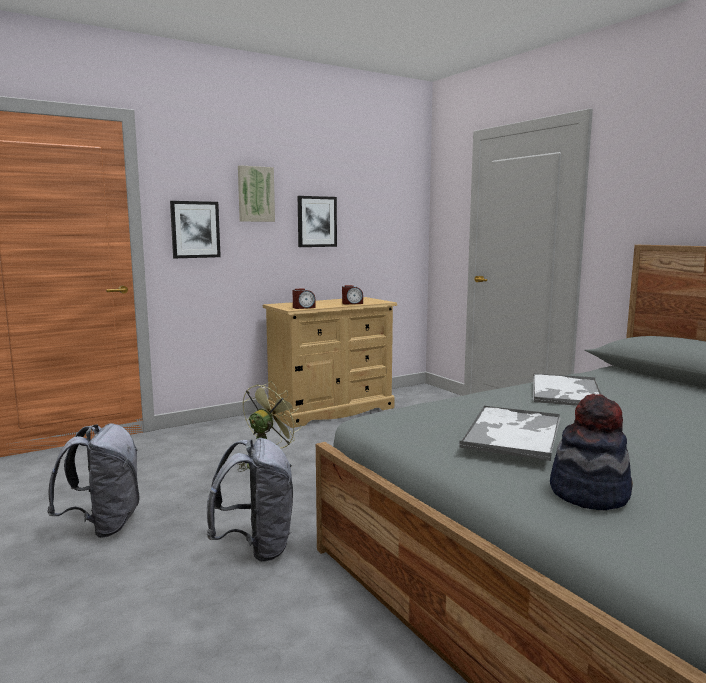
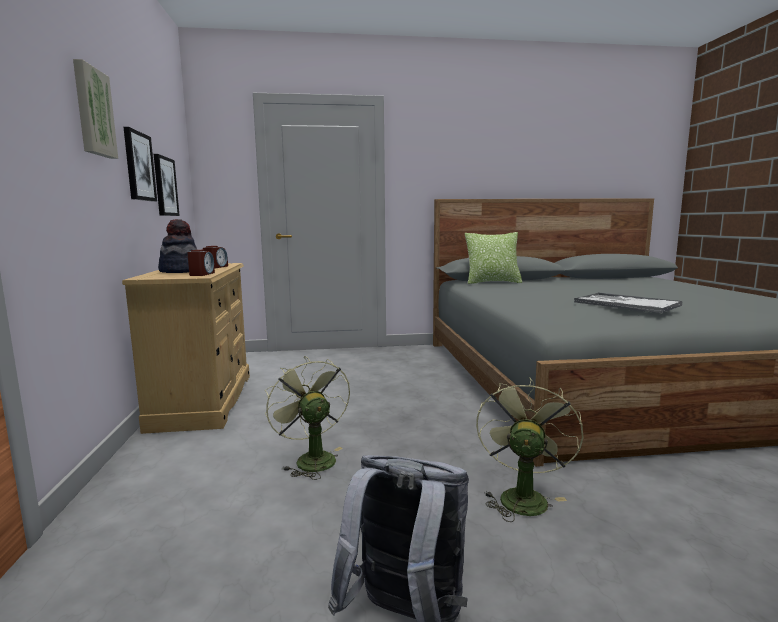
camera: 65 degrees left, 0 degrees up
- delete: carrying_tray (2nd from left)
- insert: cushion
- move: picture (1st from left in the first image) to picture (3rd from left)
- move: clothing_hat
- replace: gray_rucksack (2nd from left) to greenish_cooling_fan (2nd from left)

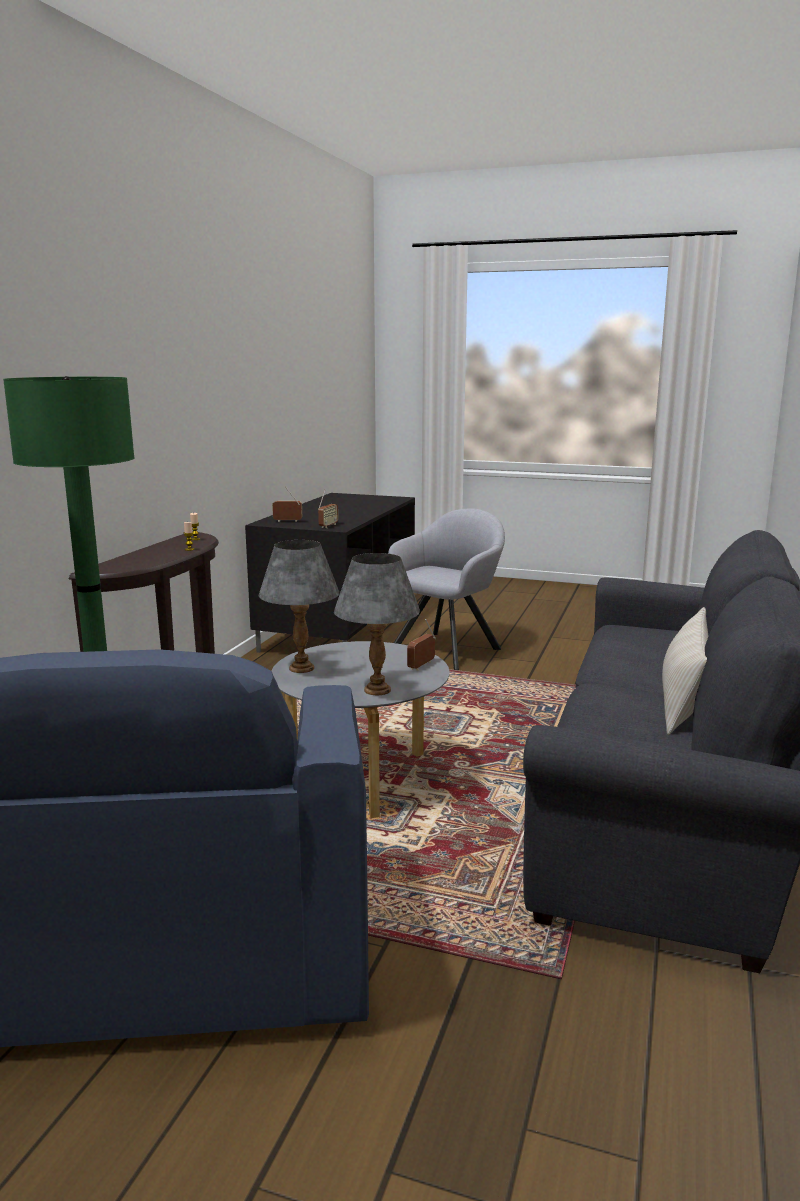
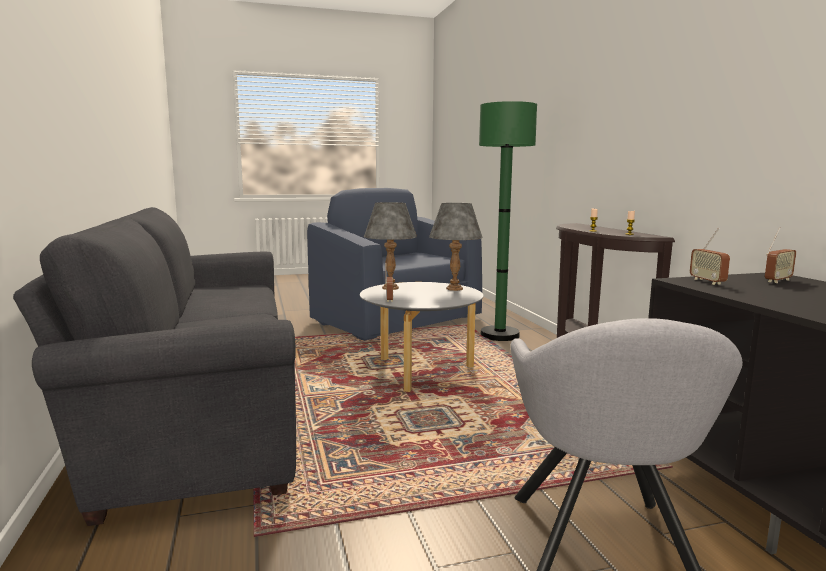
camera: 145 degrees right, 5 degrees down
- delete: beige-coloured_cushion

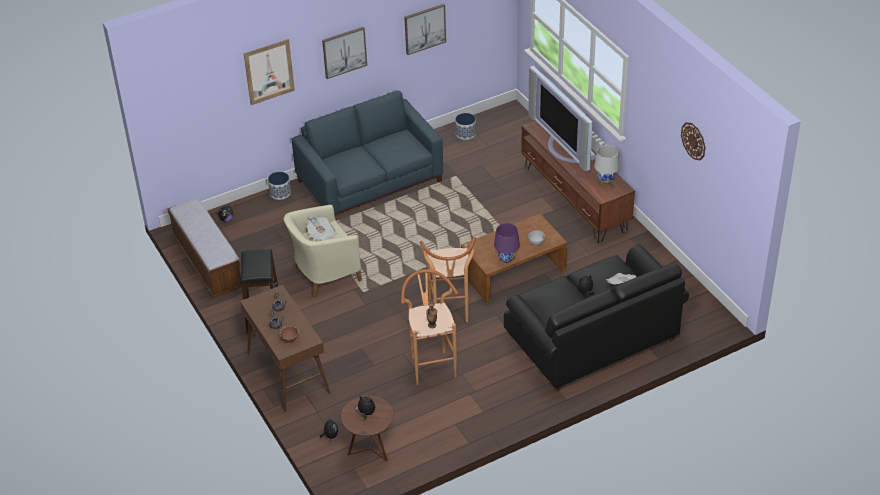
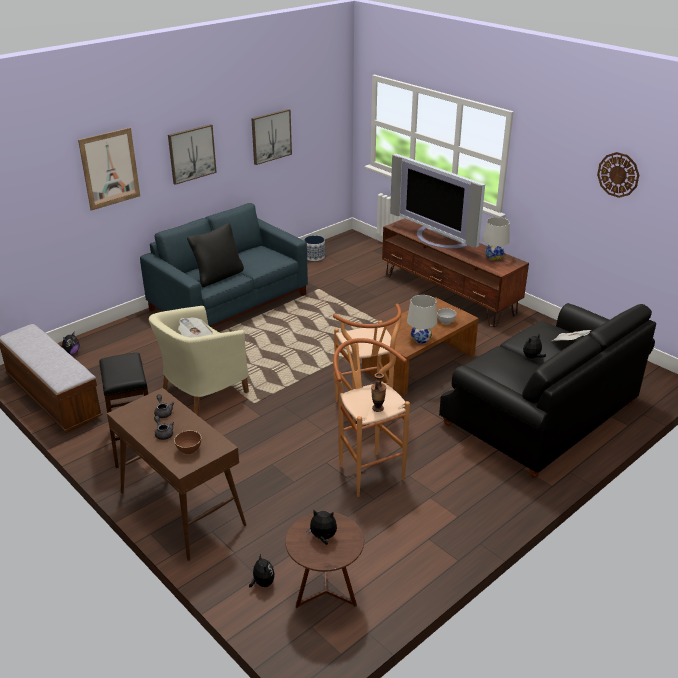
camera: 15 degrees left, 10 degrees down
- delete: planter (1st from left)
- insert: black-coloured_cushion
- recolor: purple-coloured_lamp_for_a_table to white_lamp_for_a_table (1st from left)

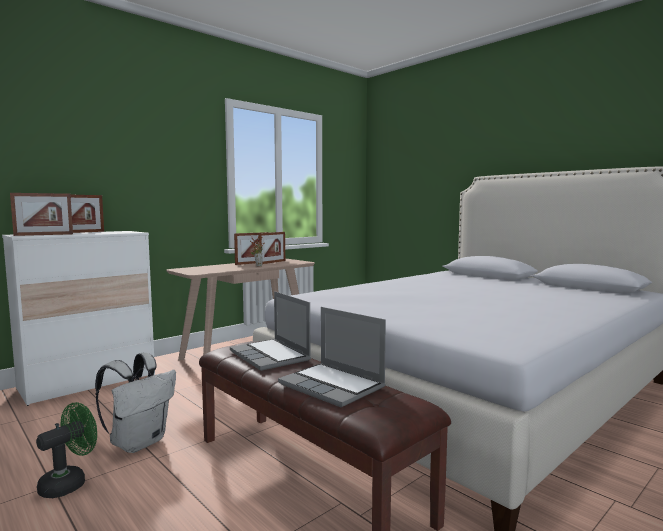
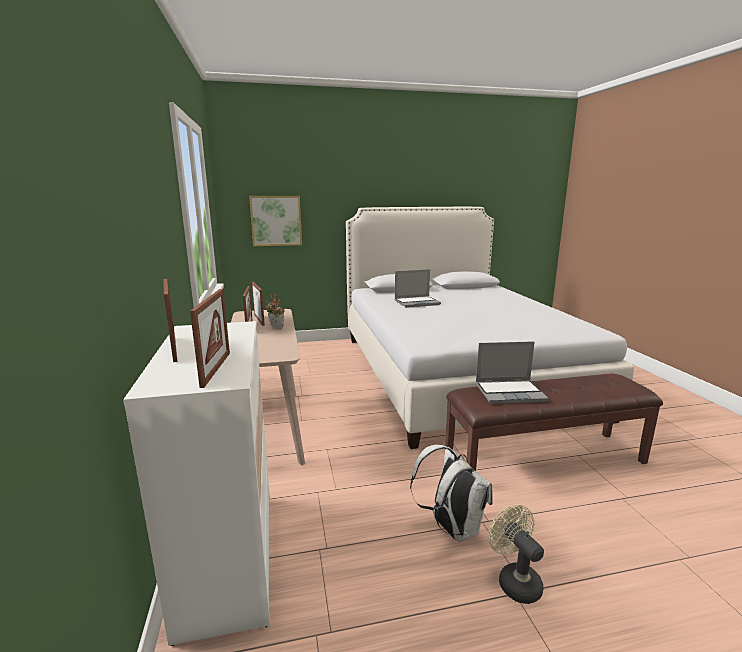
camera: 60 degrees left, 10 degrees up
- insert: picture
- move: laptop (2nd from left in the first image) to laptop (1st from left)
- recolor: greenish_cooling_fan to beige-coloured_cooling_fan

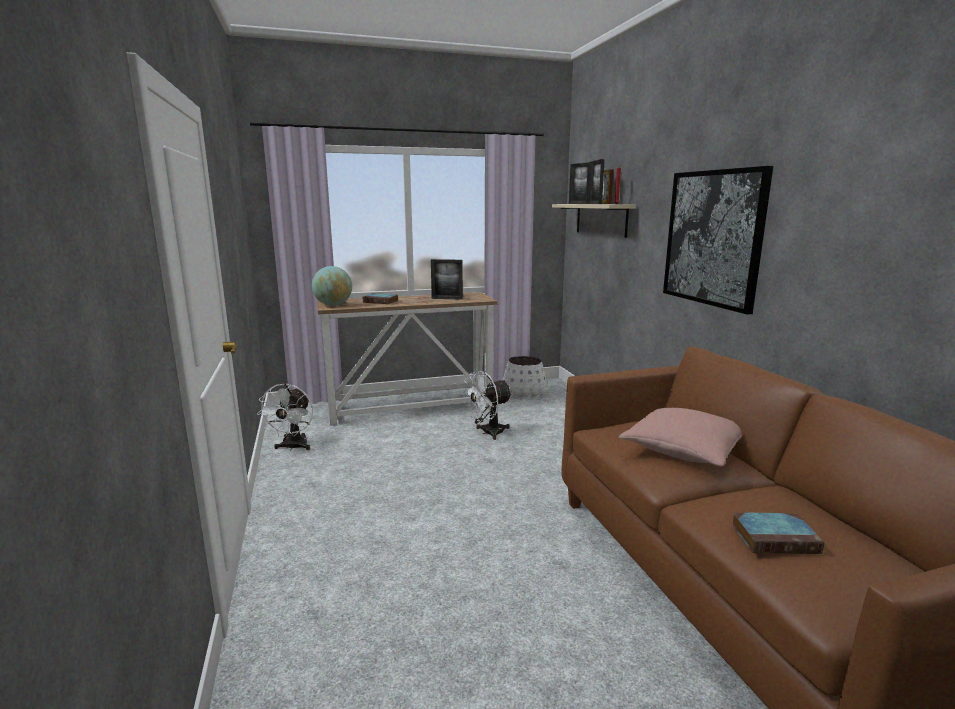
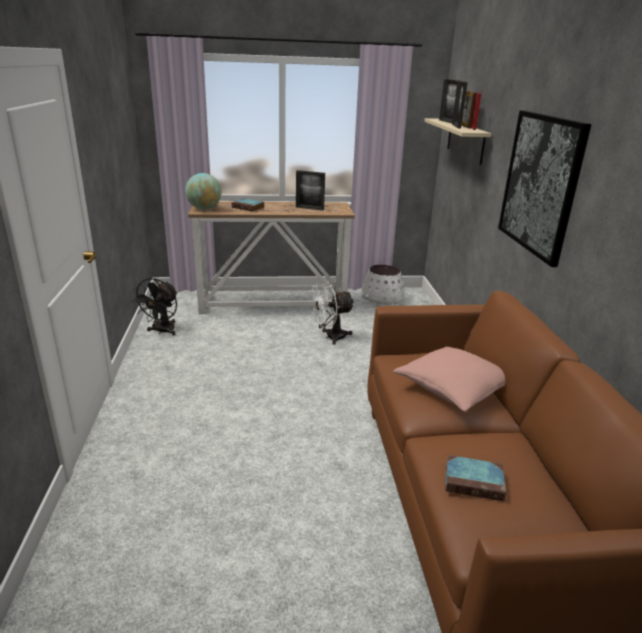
camera: 10 degrees right, 10 degrees up
- recolor: white_cooling_fan (1st from left) to black-coloured_cooling_fan

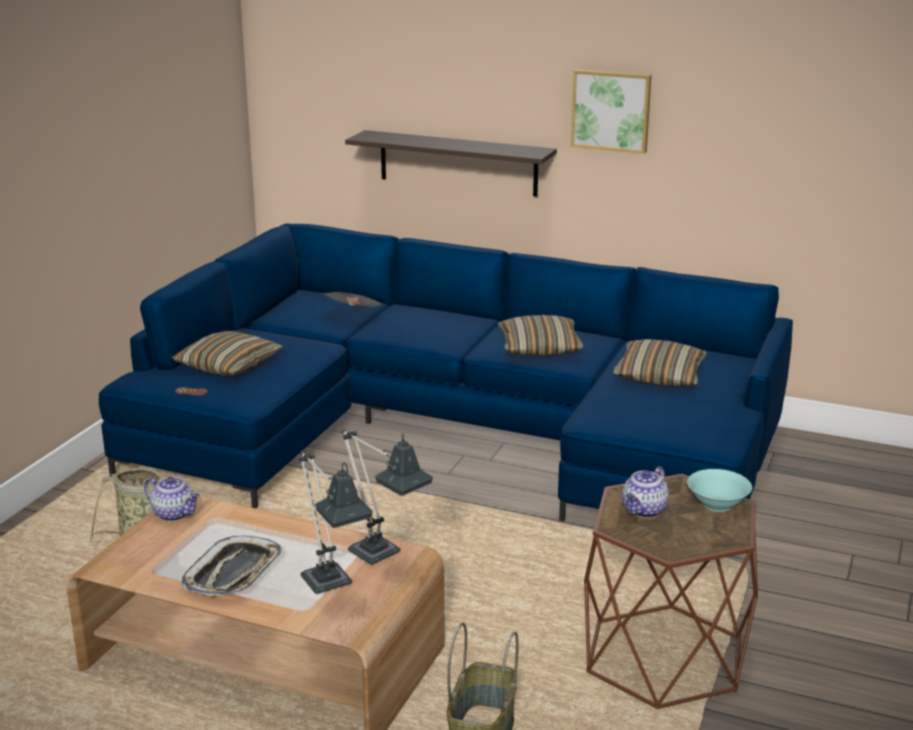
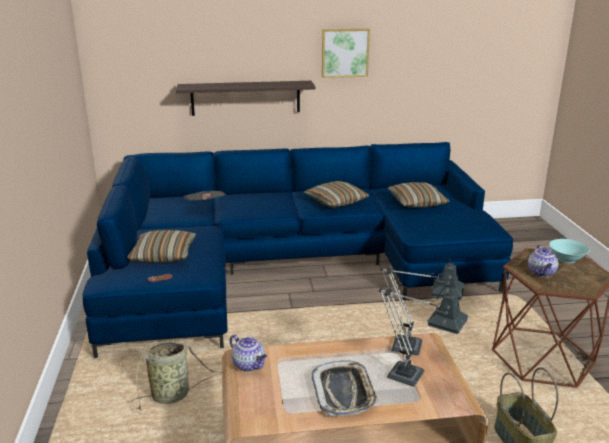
camera: 30 degrees left, 0 degrees up
- rotate: tea_pot (1st from left) 45 degrees clockwise

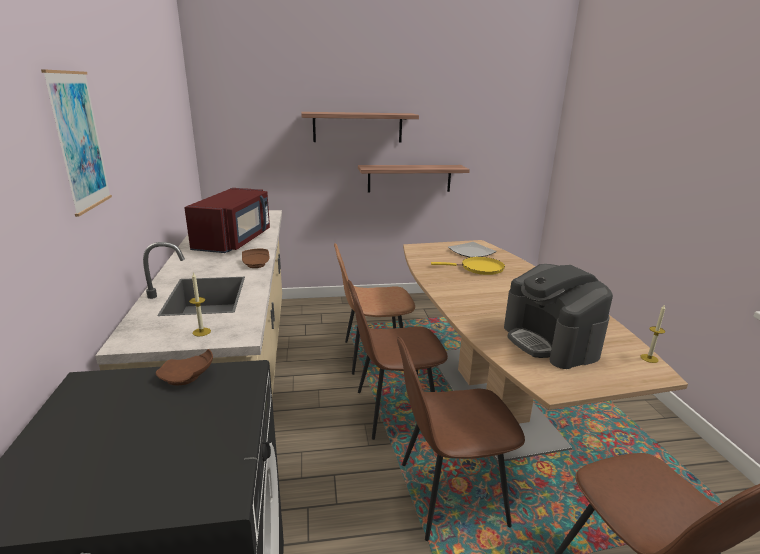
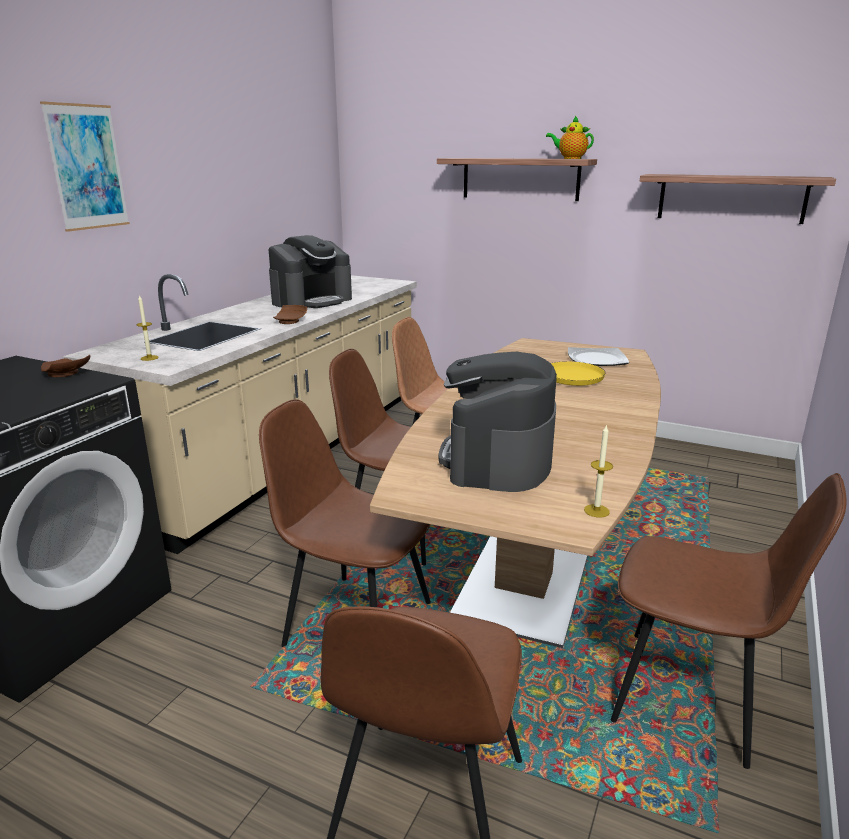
camera: 35 degrees right, 0 degrees up
- insert: tea_pot
- insert: brown_chair (5th from left)
- move: wall_shelf (2nd from left)
- replace: reddish_microwave_oven to coffee_brewer (1st from left)

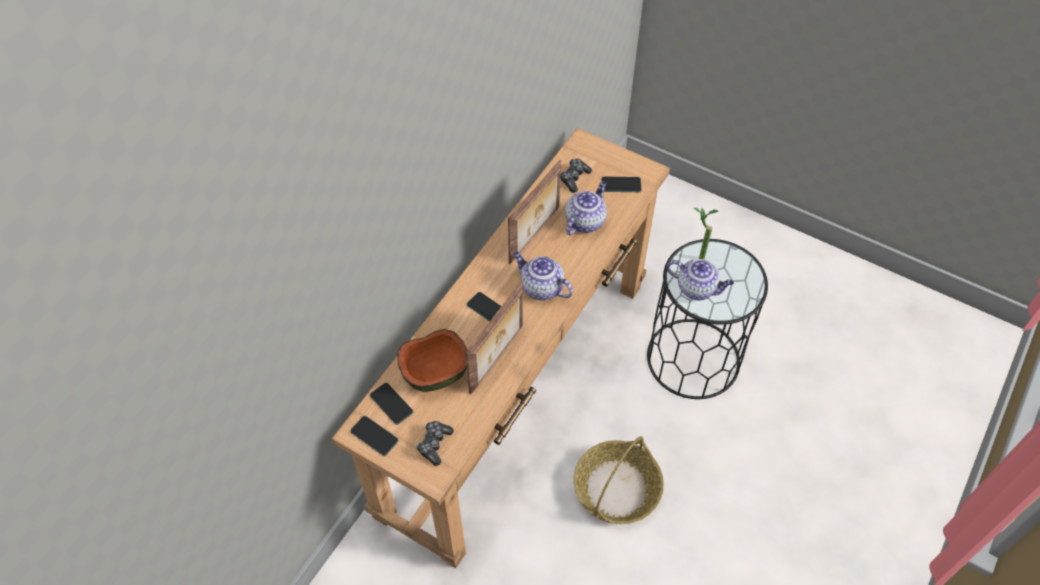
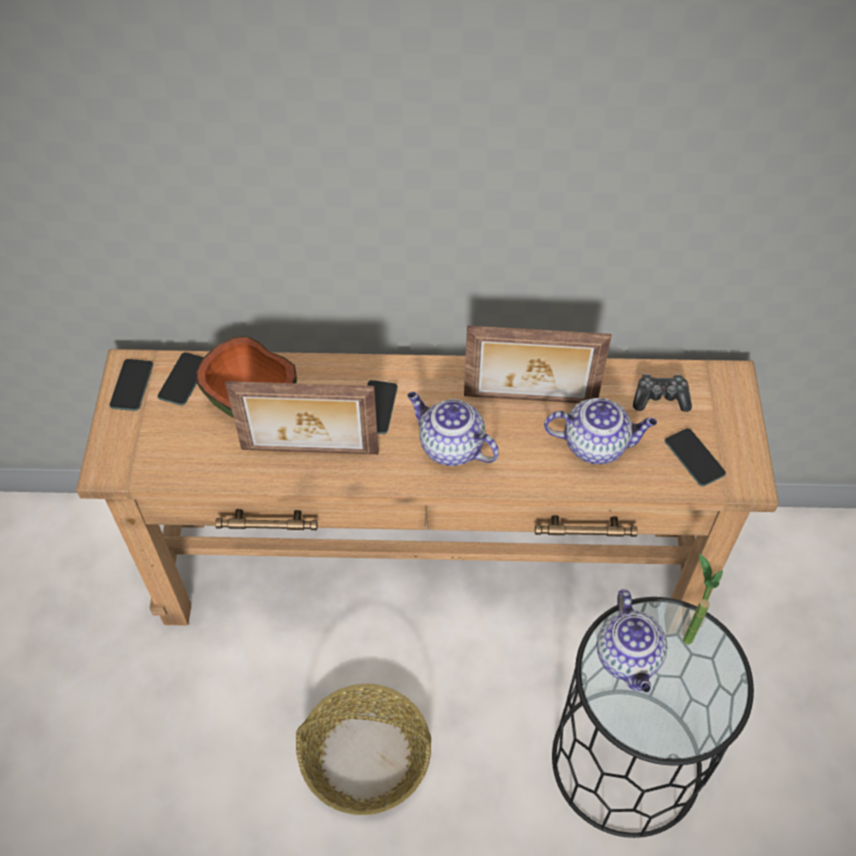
camera: 60 degrees right, 0 degrees up
- delete: gamepad (1st from left)
- rotate: tea_pot (1st from left) 60 degrees counterclockwise

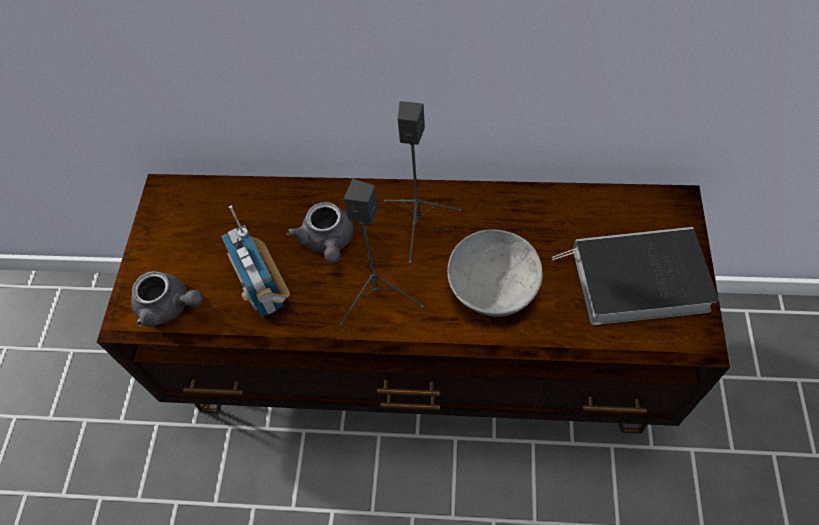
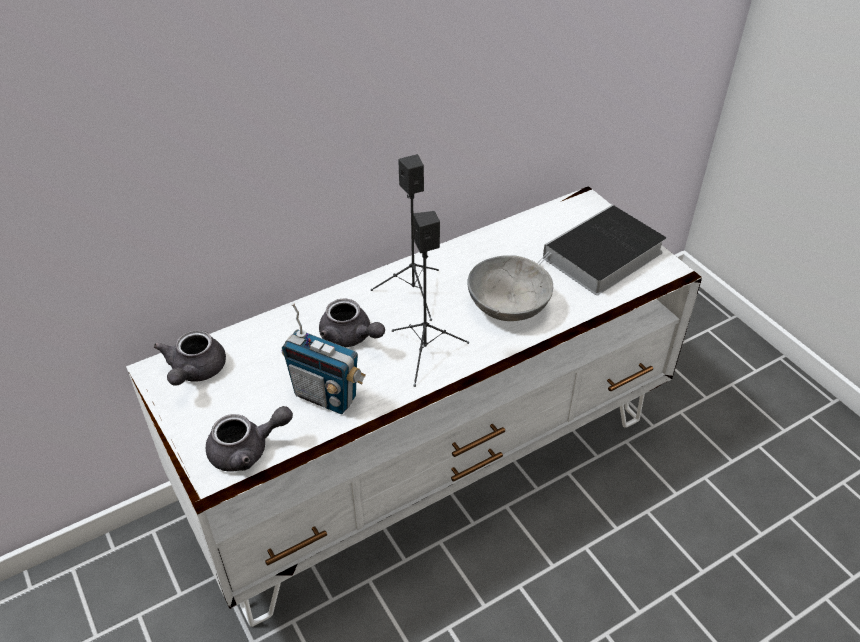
camera: 40 degrees left, 15 degrees down
- insert: gray_tea_pot (1st from left)
- recolor: brown_tv_unit to white_tv_unit

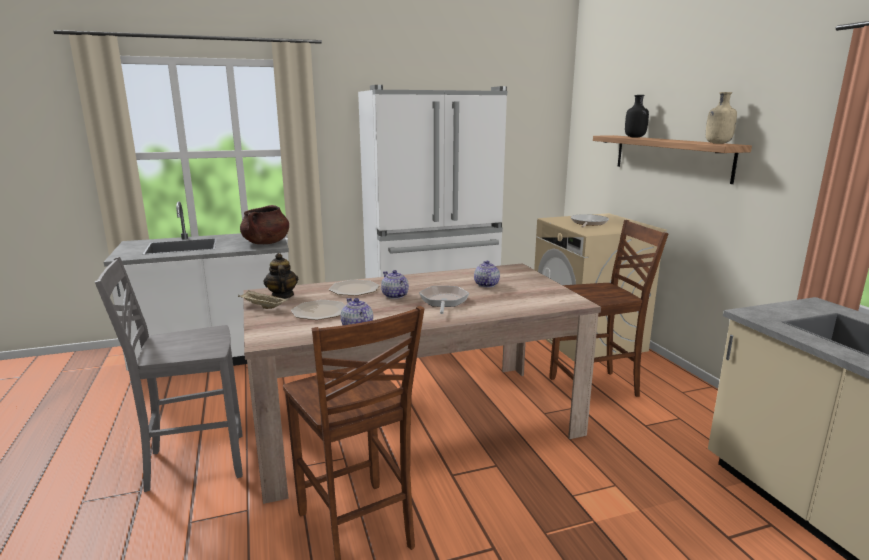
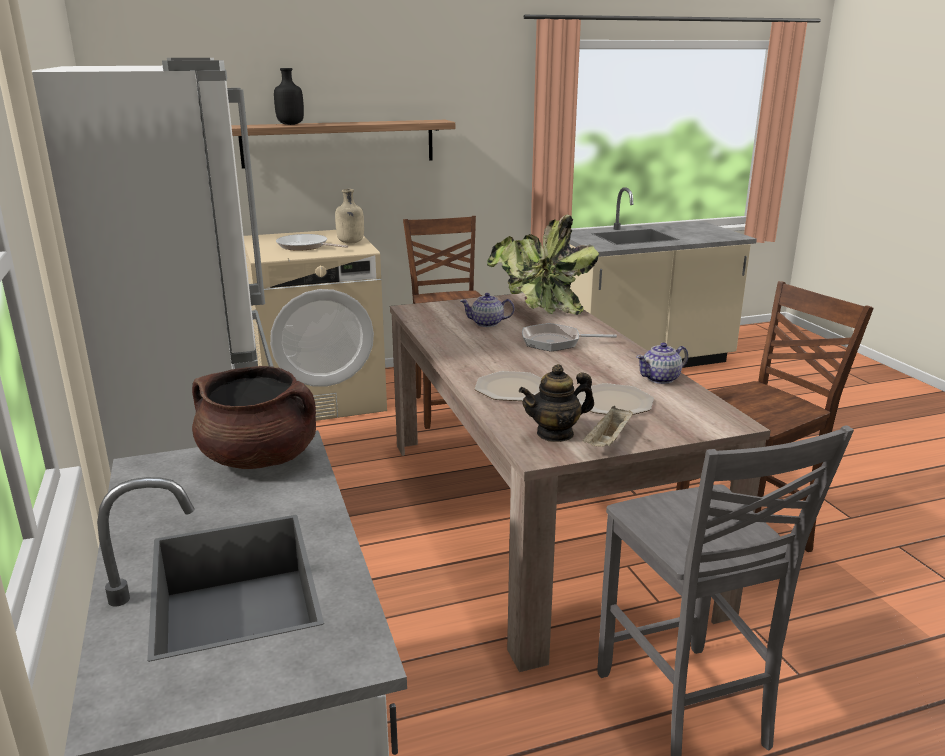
camera: 90 degrees left, 5 degrees up
- delete: tea_pot (3rd from left)
- insert: plant_in_a_pot
- move: beige-coloured_bottle

